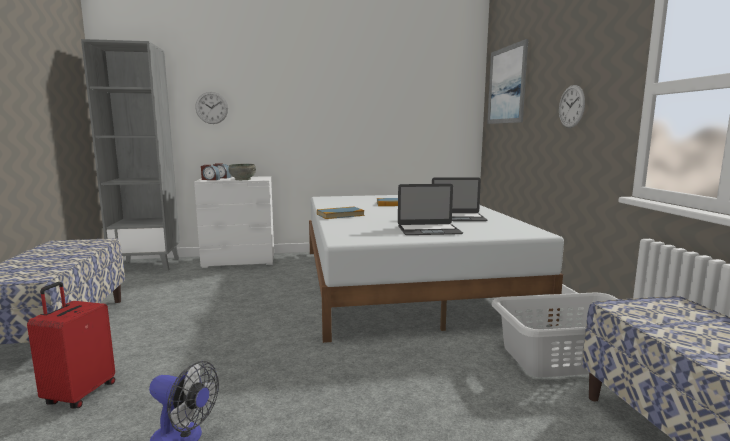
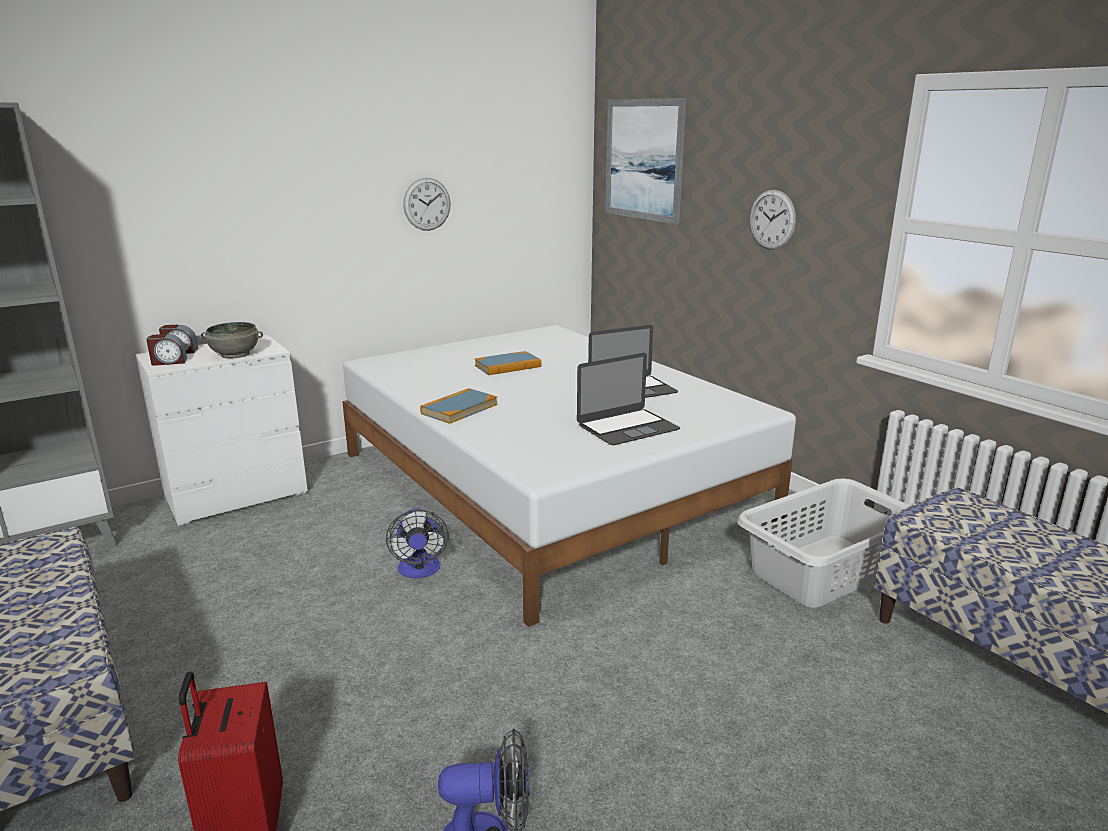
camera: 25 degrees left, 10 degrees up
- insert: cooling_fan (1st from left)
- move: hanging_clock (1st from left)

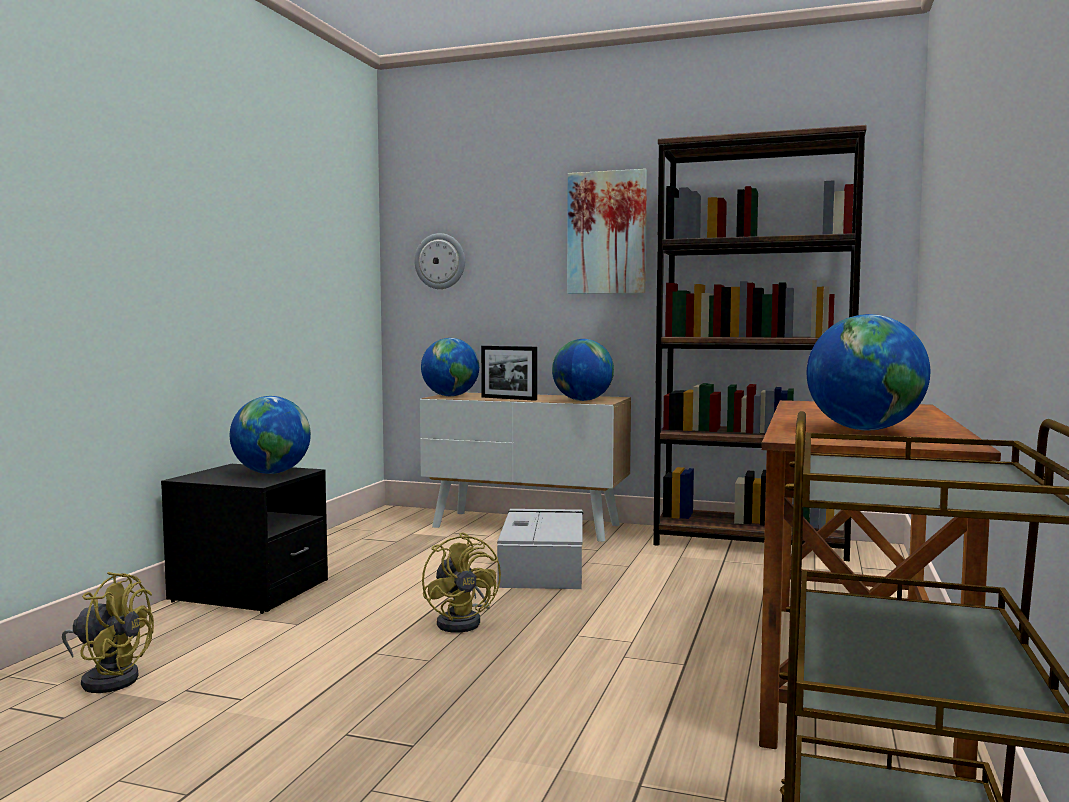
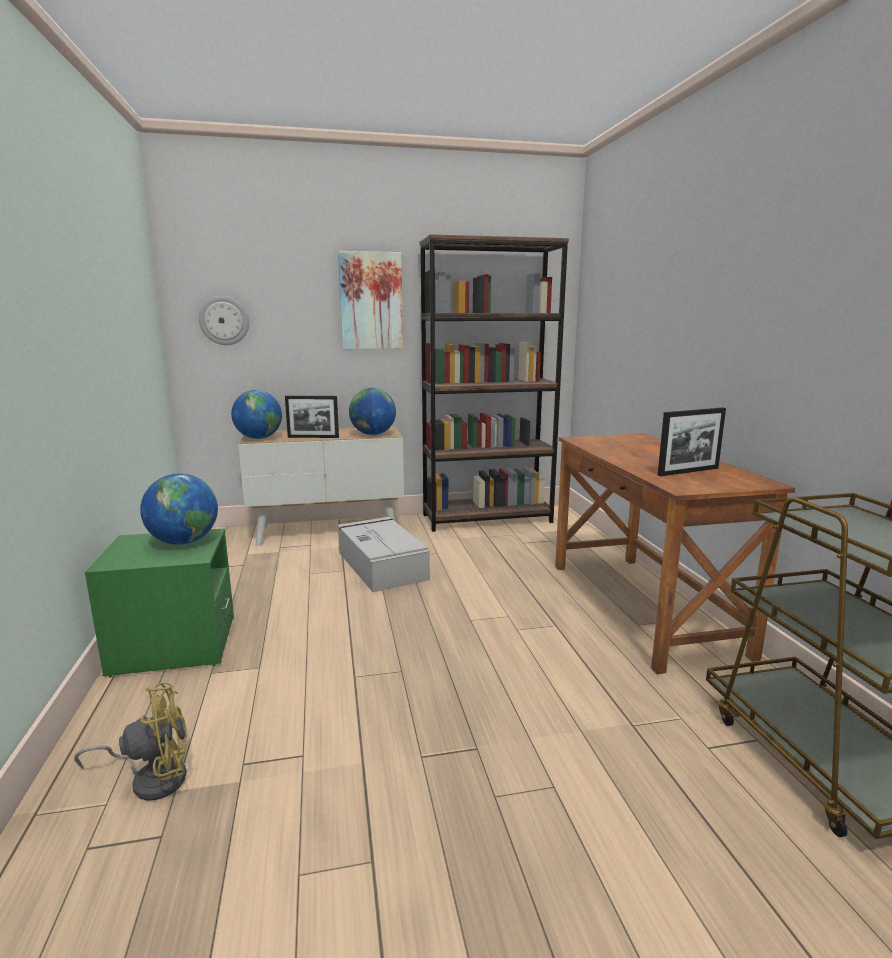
camera: 30 degrees left, 10 degrees up
- delete: yellow-coloured_cooling_fan (2nd from left)
- replace: desk_globe (4th from left) to picture_frame (2nd from left)
- recolor: black-coloured_bedside_table to greenish_bedside_table

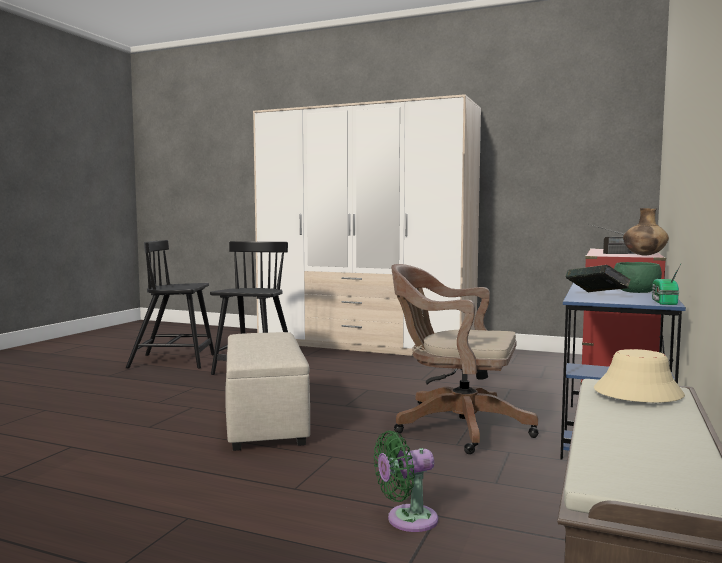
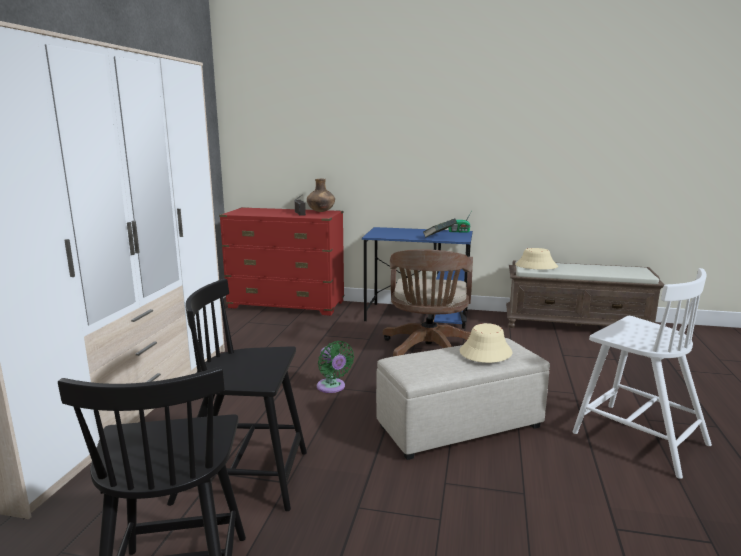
camera: 100 degrees left, 10 degrees up
- delete: greenish_deep_dish
- insert: beige-coloured_clothing_hat (1st from left)
- insert: white_chair
- move: greenish_cooling_fan

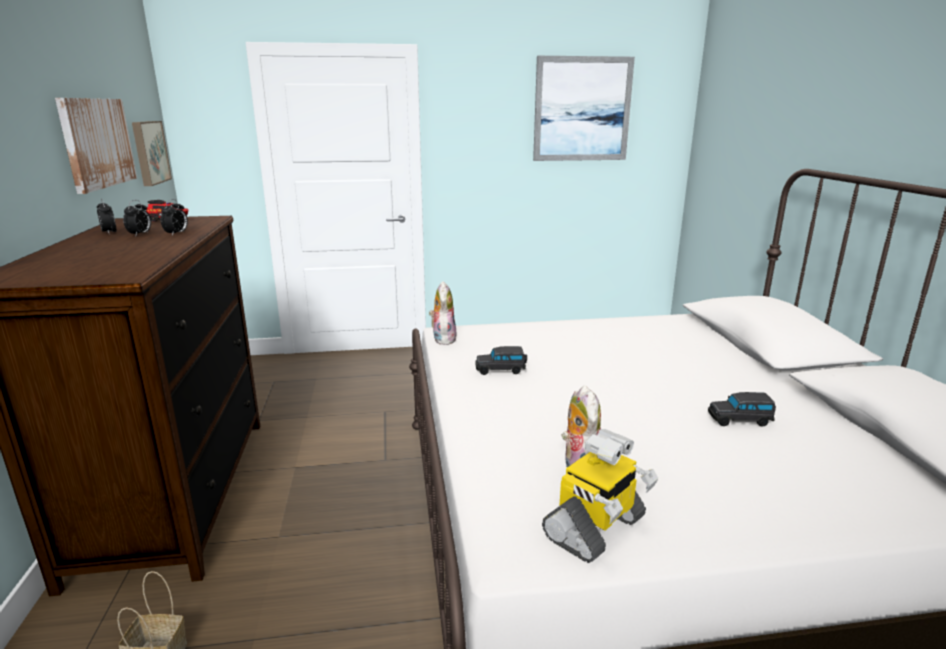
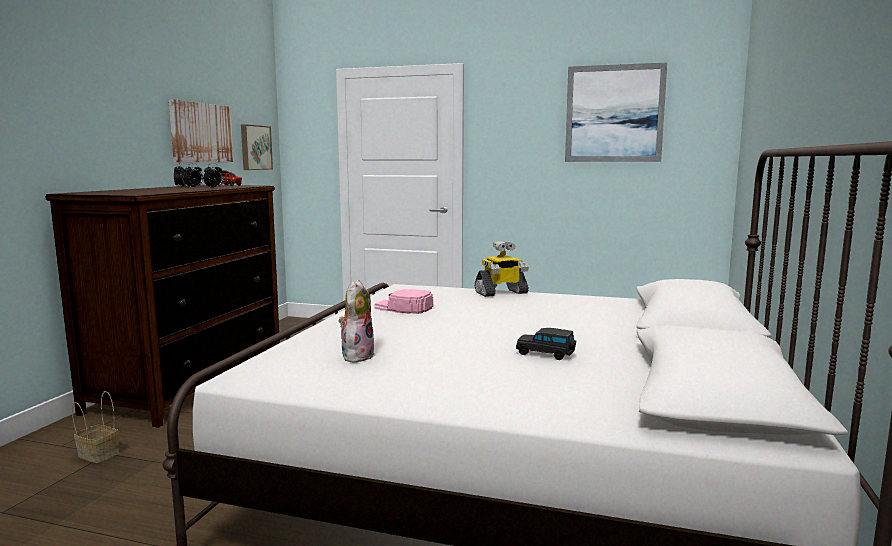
camera: 25 degrees right, 10 degrees down
- delete: cuddly_toy (1st from left)
- move: toy_robot
- replace: black-coloured_miniature_car (1st from left) to pink-coloured_cap

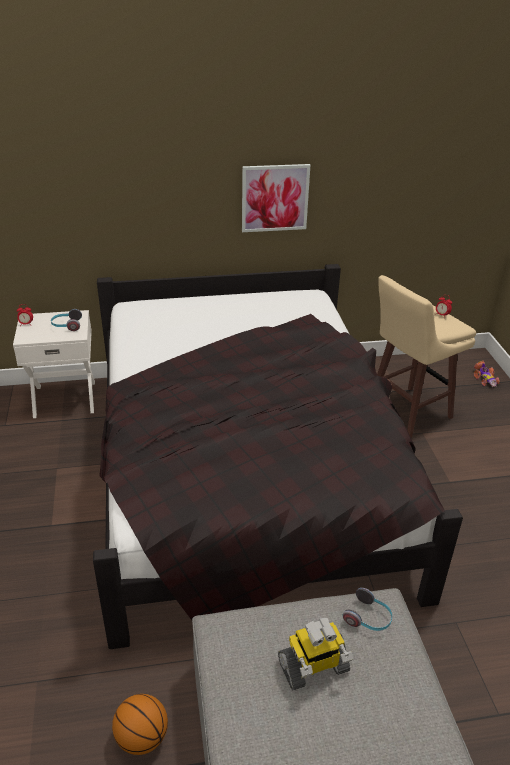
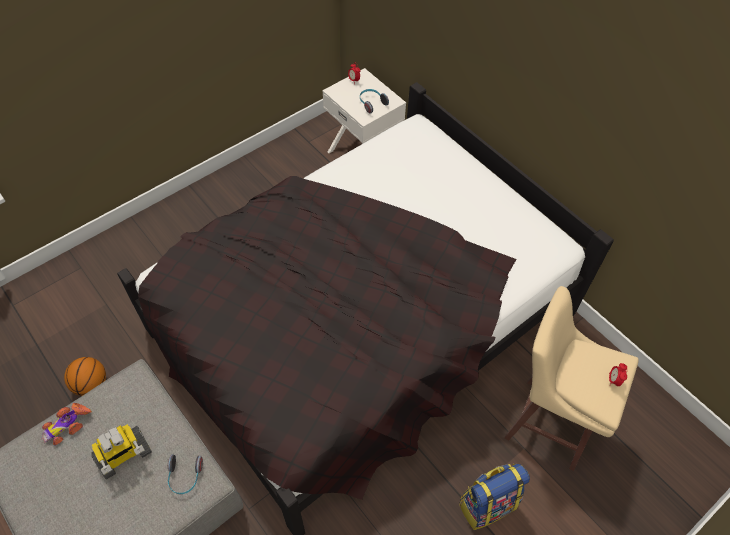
camera: 60 degrees right, 20 degrees up
- delete: picture
- insert: rucksack
- move: miniature_car
- rotate: toy_robot 75 degrees counterclockwise

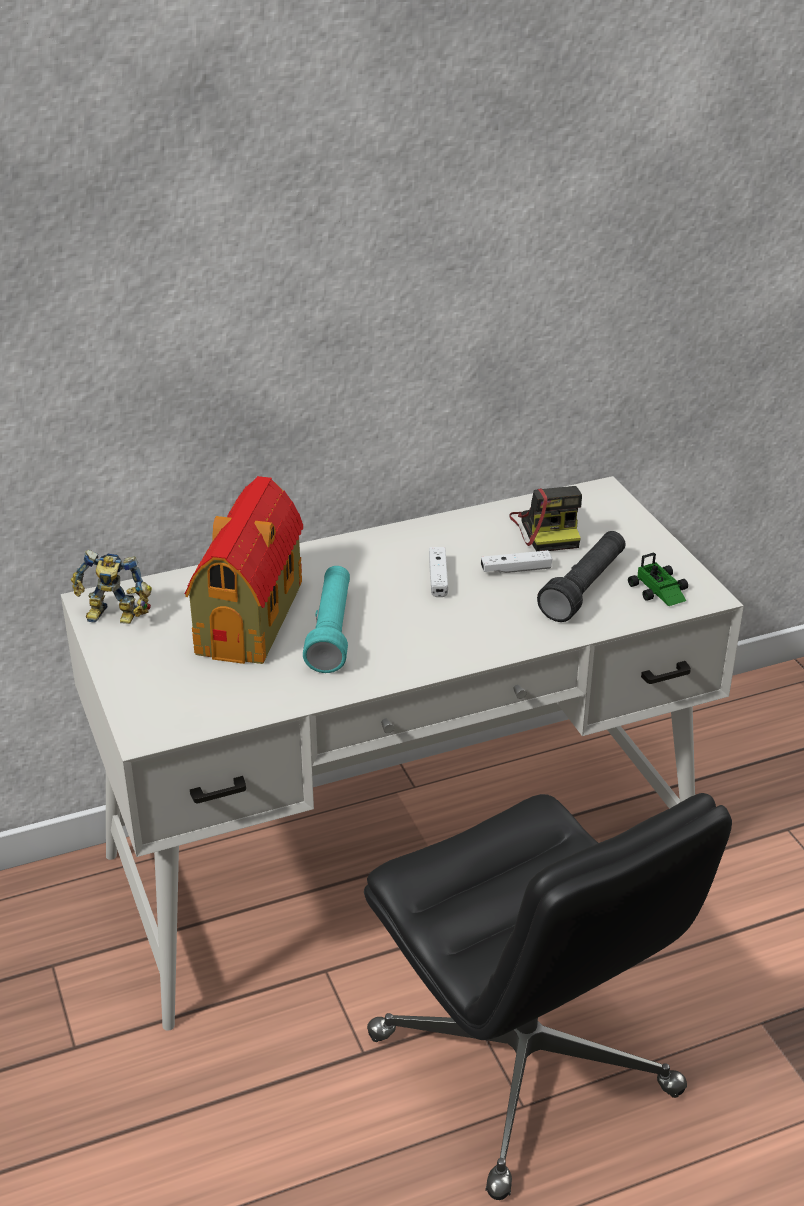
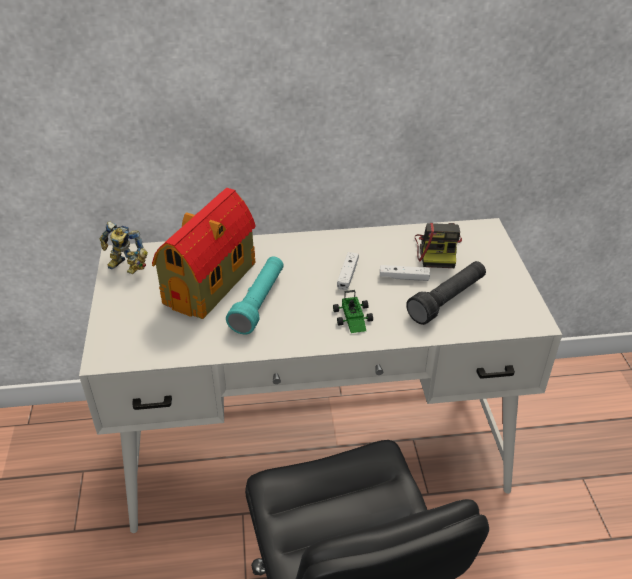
camera: 15 degrees right, 5 degrees up
- move: miniature_car

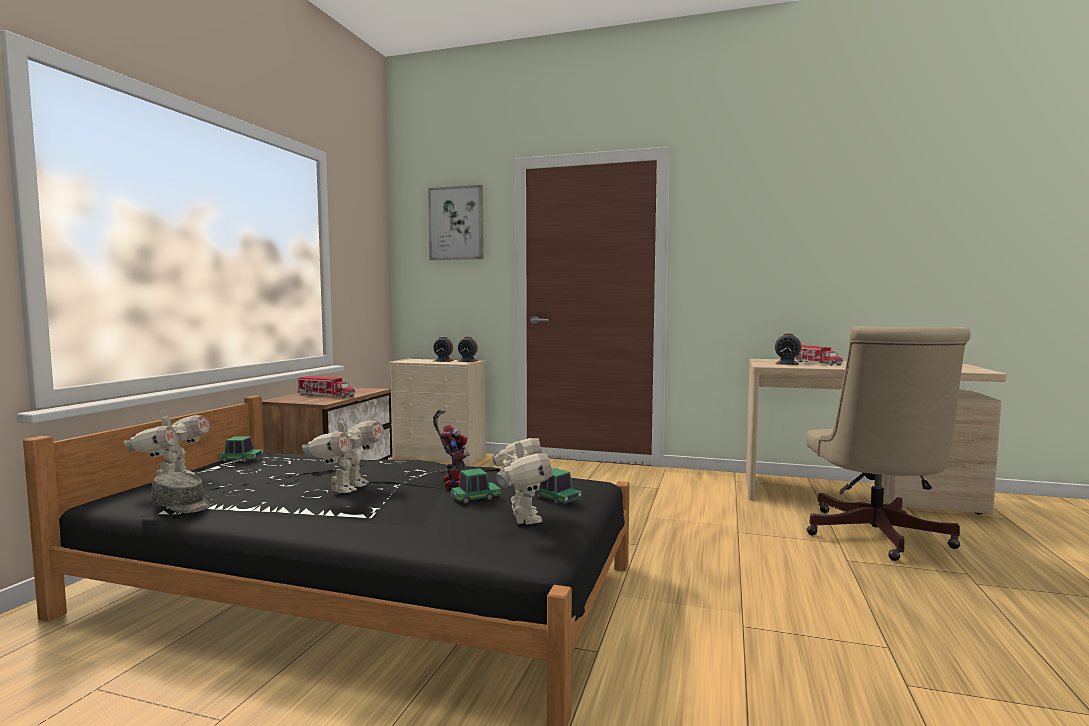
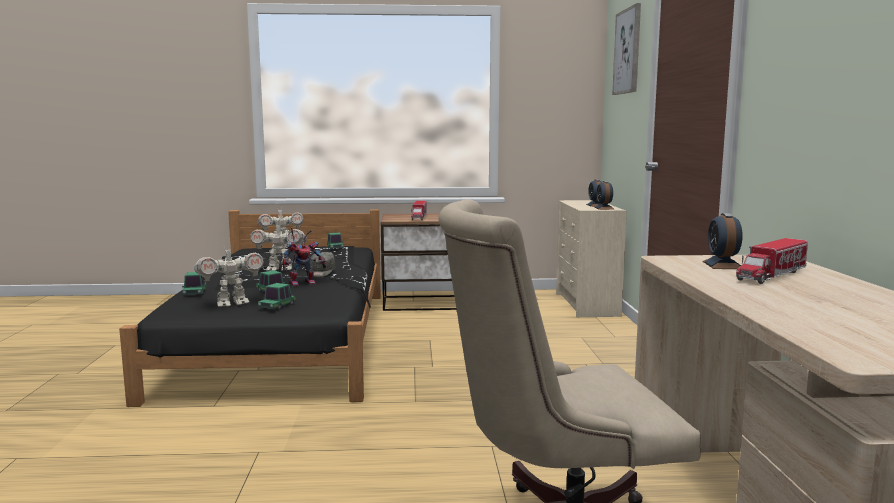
camera: 70 degrees right, 5 degrees up
- insert: miniature_car (1st from left)
- move: gray_cap

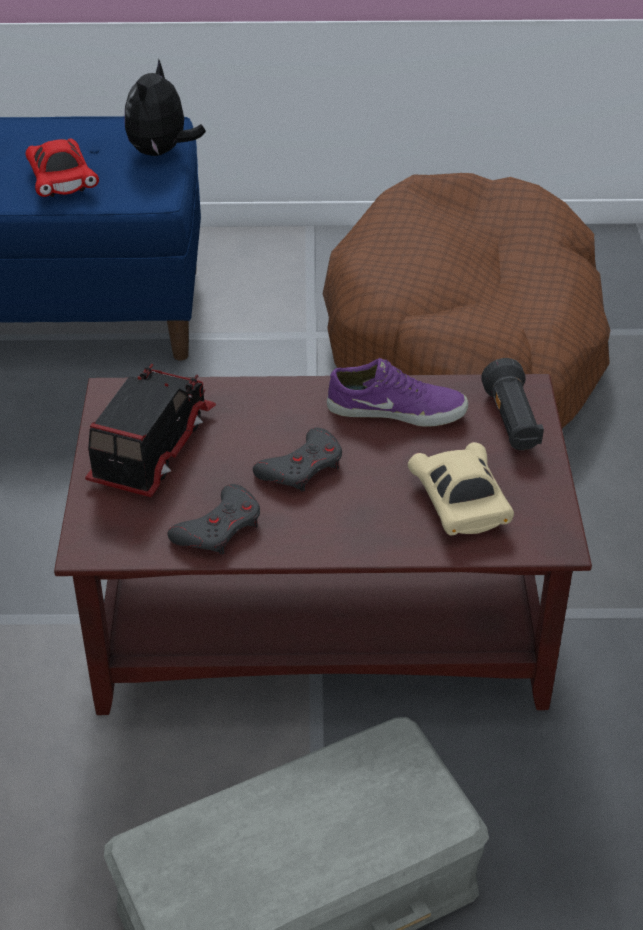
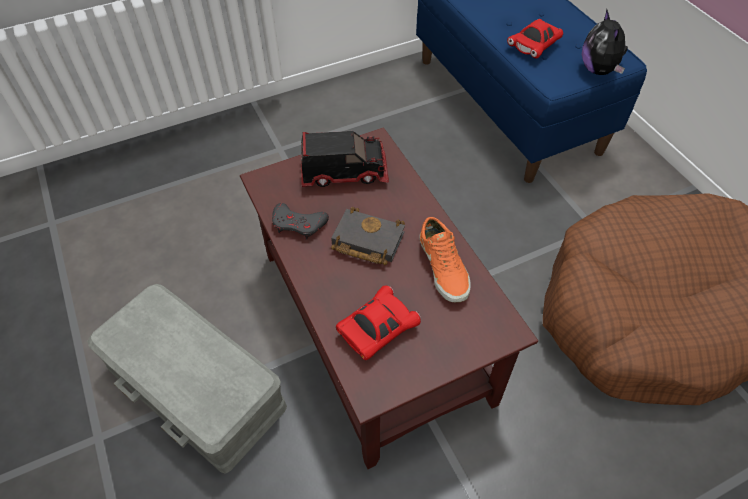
camera: 65 degrees right, 10 degrees up
- delete: black-coloured_hand_torch
- replace: gray_gamepad (2nd from left) to black-coloured_book
- recolor: purple-coloured_shoe to orangey_shoe
- recolor: beige-coloured_miniature_car to reddish_miniature_car (1st from left)
- rotate: cuddly_toy 90 degrees counterclockwise

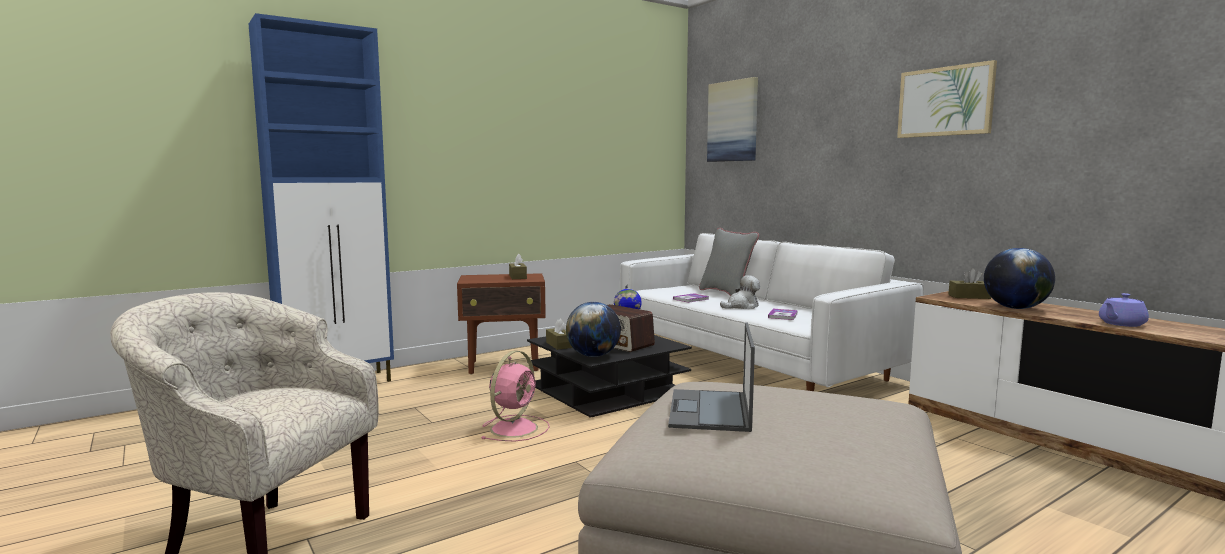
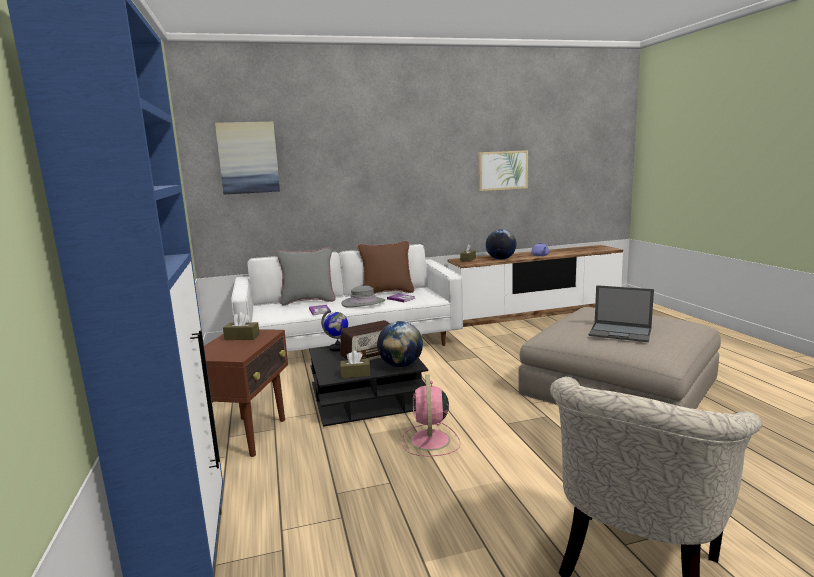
camera: 70 degrees left, 5 degrees up
- insert: brown_cushion
- move: picture (2nd from left)
- replace: cuddly_toy to gray_clothing_hat
- rotate: pink-coloured_cooling_fan 135 degrees counterclockwise

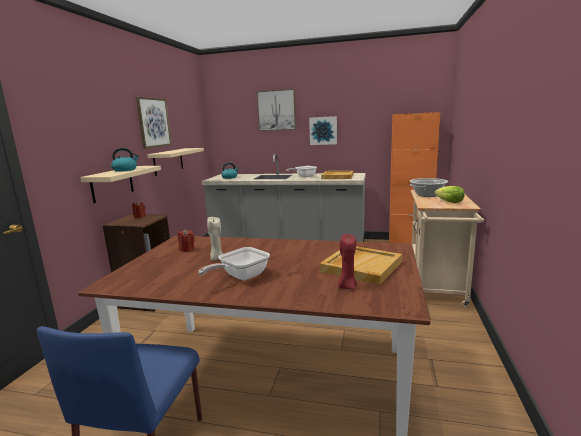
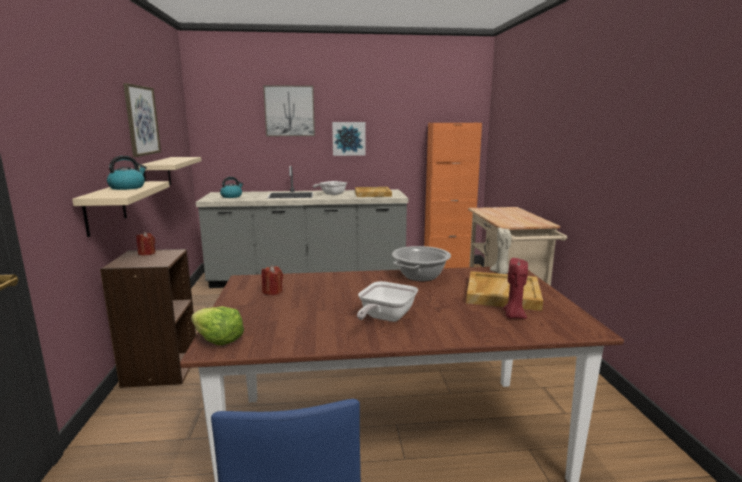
camera: 20 degrees left, 0 degrees up
- move: beige-coloured_candle
- move: cooking_pot
- move: head_of_lettuce

